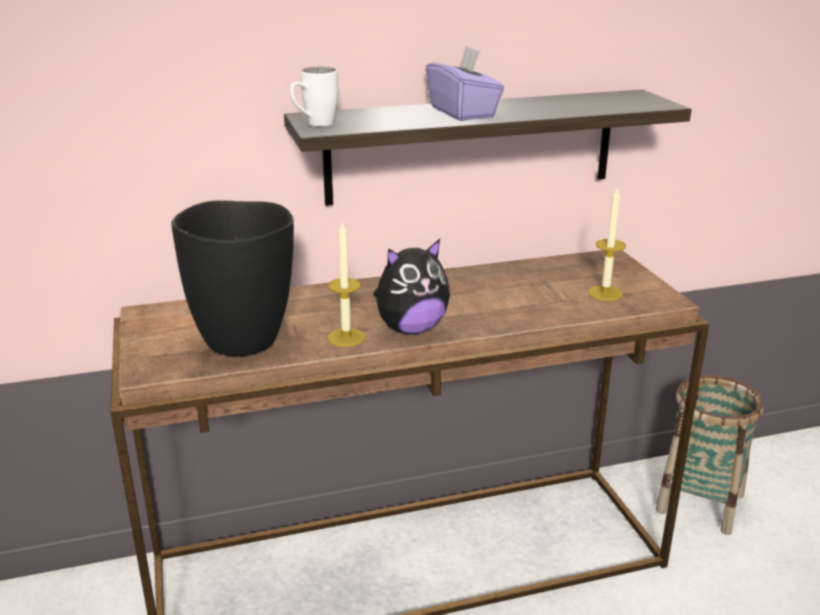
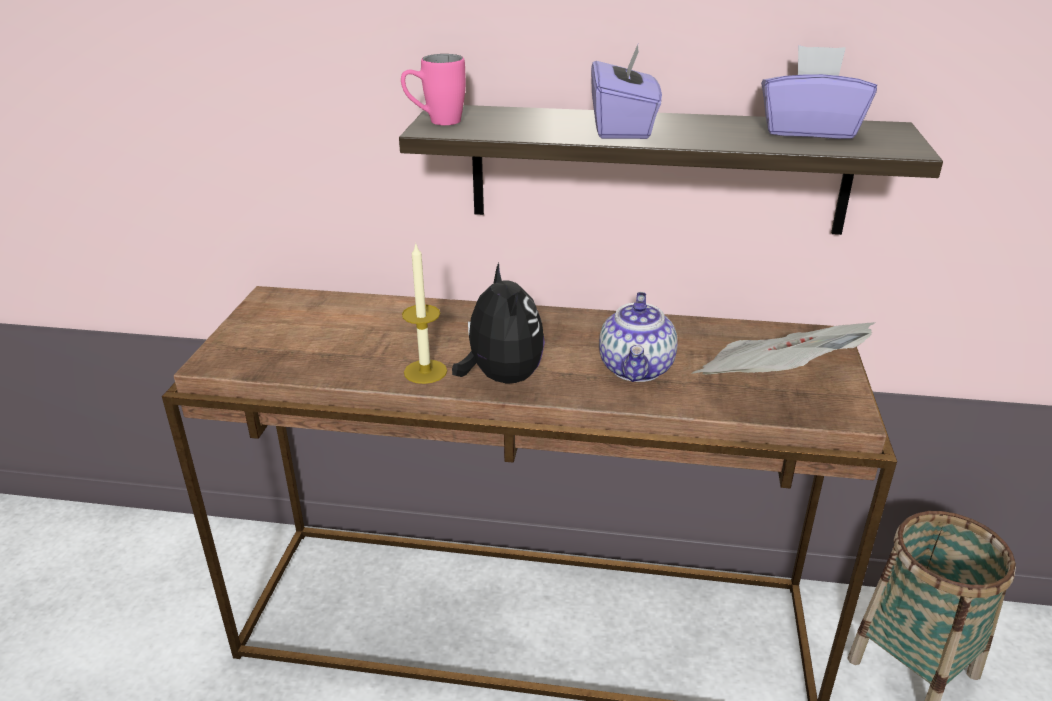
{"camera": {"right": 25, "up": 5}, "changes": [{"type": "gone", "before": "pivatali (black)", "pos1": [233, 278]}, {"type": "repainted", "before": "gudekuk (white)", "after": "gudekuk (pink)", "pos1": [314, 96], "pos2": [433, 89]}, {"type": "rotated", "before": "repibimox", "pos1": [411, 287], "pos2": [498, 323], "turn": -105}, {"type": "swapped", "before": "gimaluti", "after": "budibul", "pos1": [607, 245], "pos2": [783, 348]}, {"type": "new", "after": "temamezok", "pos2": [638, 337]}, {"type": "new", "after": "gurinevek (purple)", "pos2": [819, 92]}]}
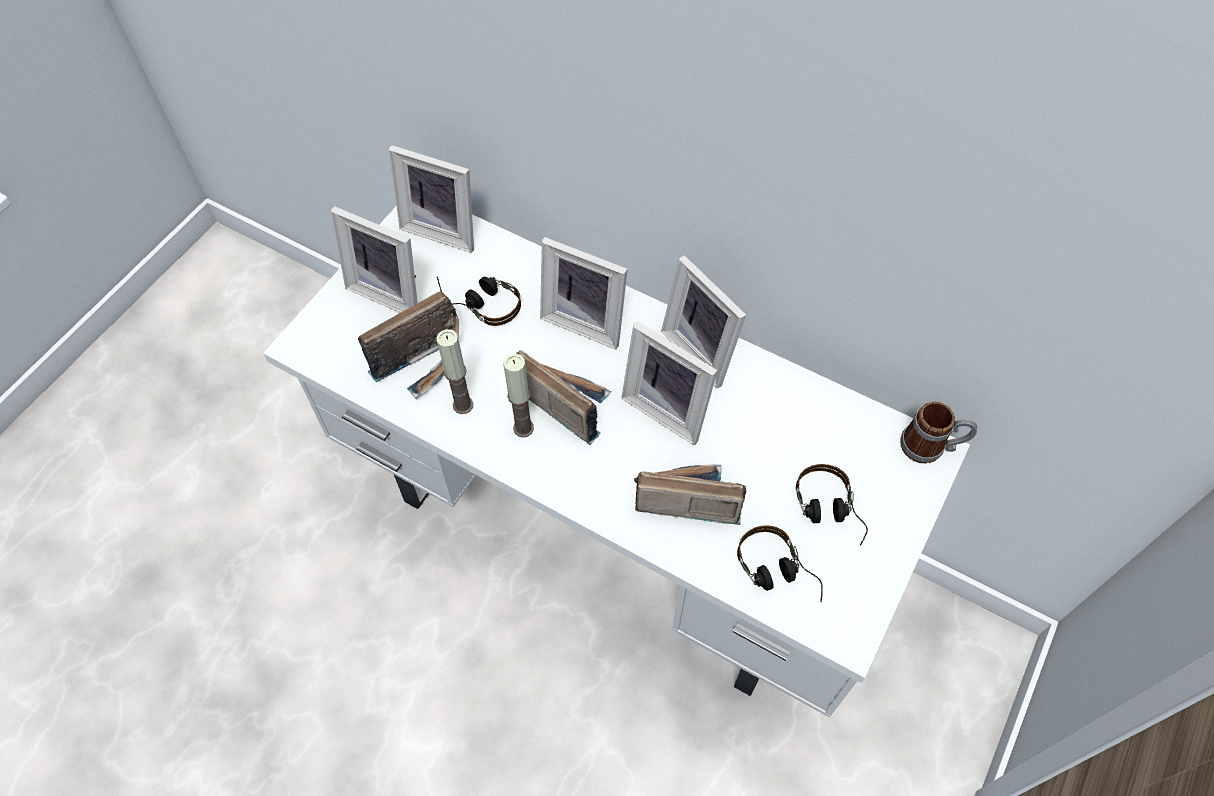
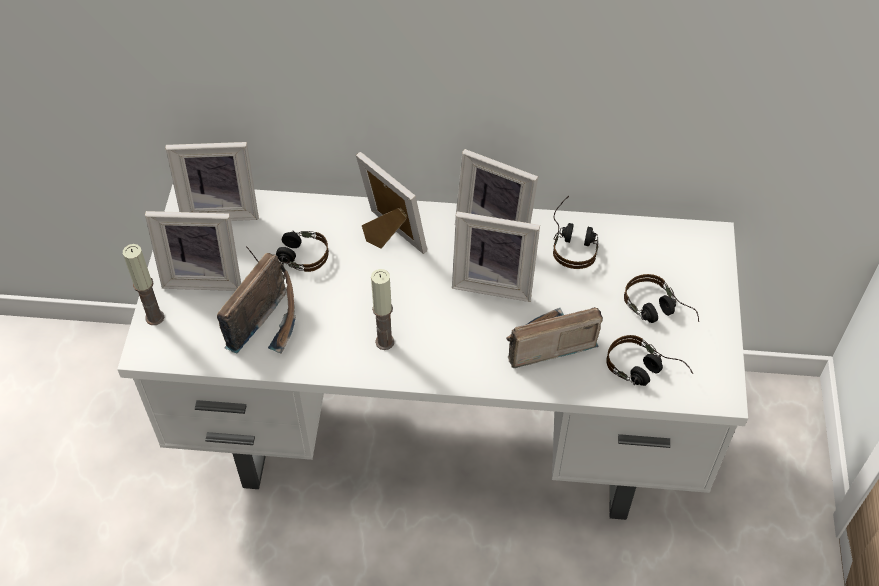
{"camera": {"right": -25, "up": -5}, "changes": [{"type": "shifted", "before": "gimaluti", "pos1": [455, 371], "pos2": [143, 284]}, {"type": "gone", "before": "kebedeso", "pos1": [563, 397]}, {"type": "rotated", "before": "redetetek", "pos1": [584, 293], "pos2": [391, 203], "turn": -135}, {"type": "gone", "before": "gudekuk", "pos1": [938, 433]}, {"type": "new", "after": "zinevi", "pos2": [575, 232]}]}
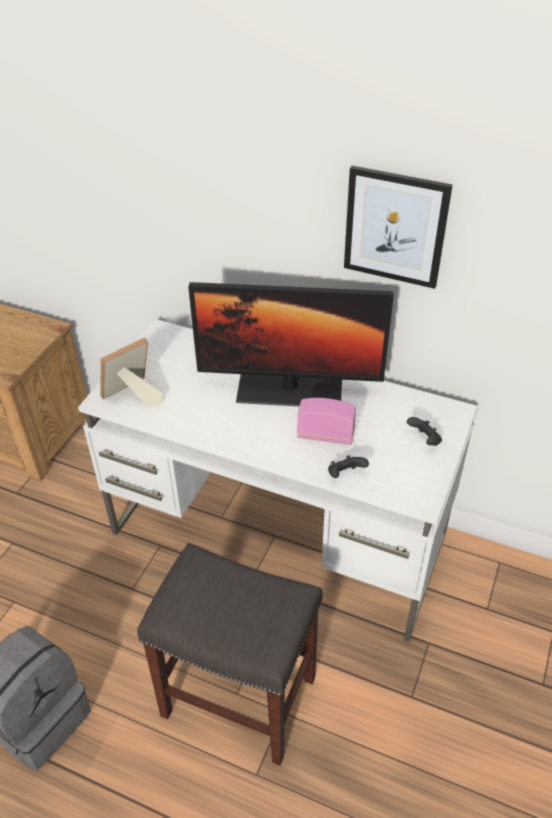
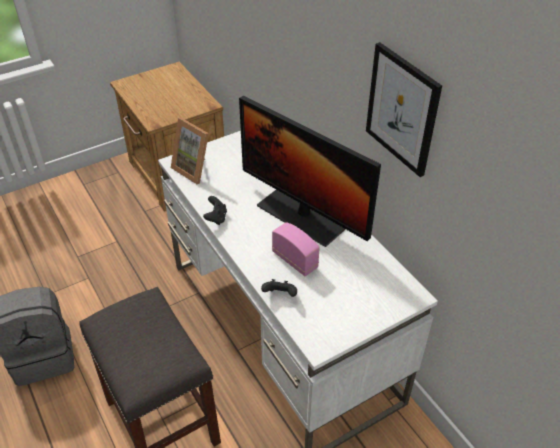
{"camera": {"right": 35, "up": 0}, "changes": [{"type": "rotated", "before": "redetetek", "pos1": [131, 372], "pos2": [190, 151], "turn": -135}, {"type": "shifted", "before": "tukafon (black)", "pos1": [424, 431], "pos2": [215, 210]}]}
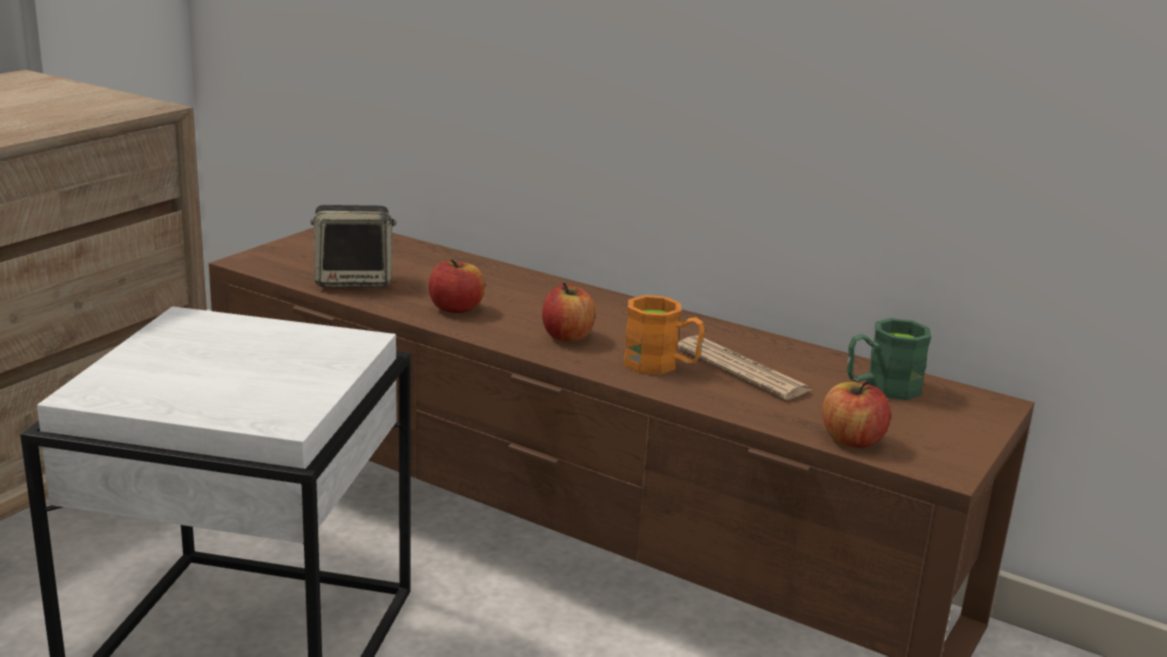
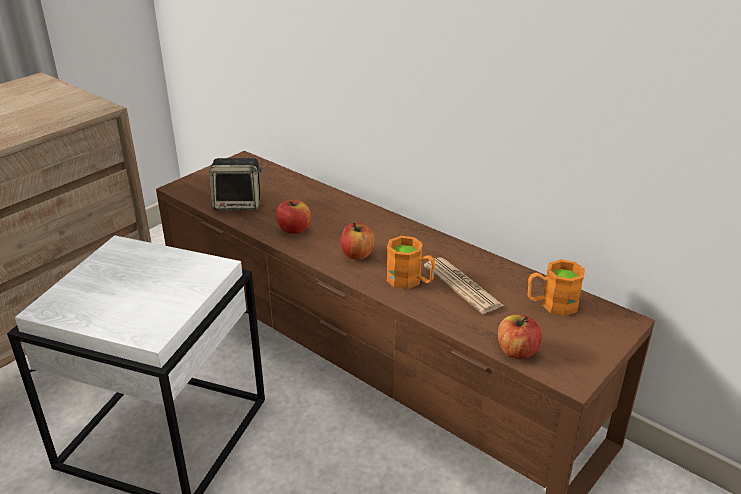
{"camera": {"right": 10, "up": 10}, "changes": [{"type": "repainted", "before": "gudekuk (green)", "after": "gudekuk (orange)", "pos1": [889, 359], "pos2": [556, 287]}]}
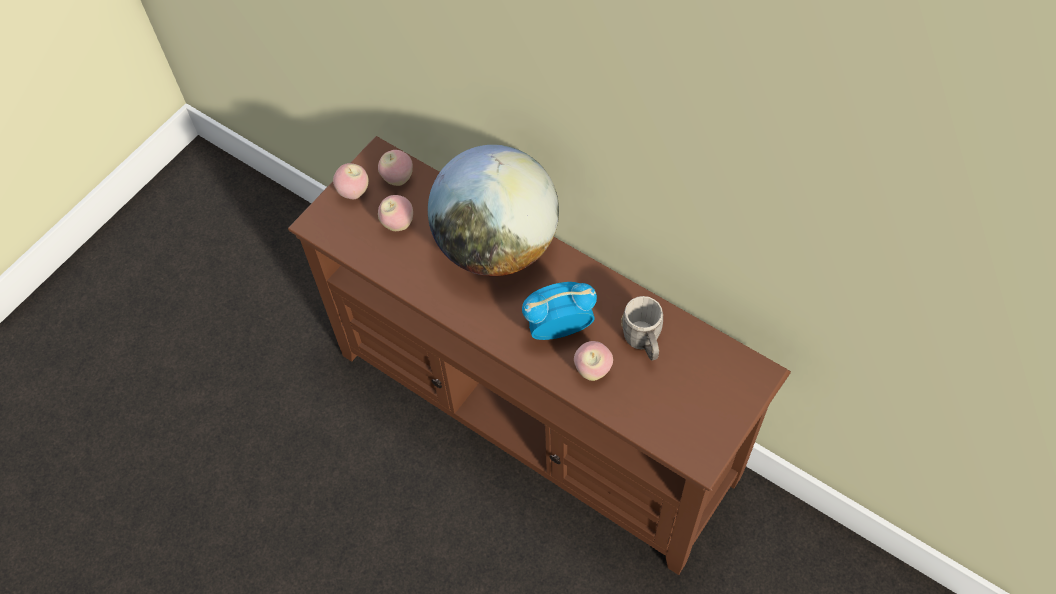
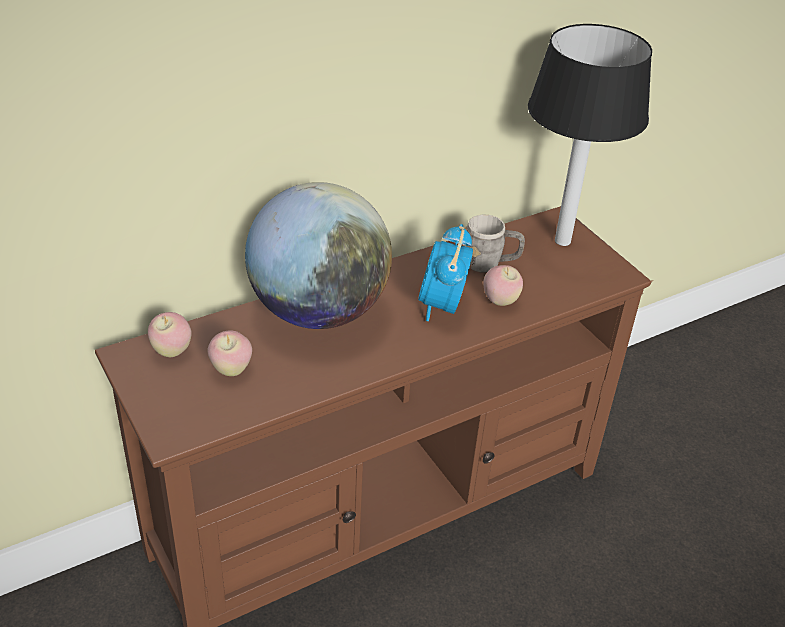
{"camera": {"right": -70, "up": -20}, "changes": [{"type": "gone", "before": "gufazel", "pos1": [351, 181]}, {"type": "new", "after": "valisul", "pos2": [590, 135]}]}
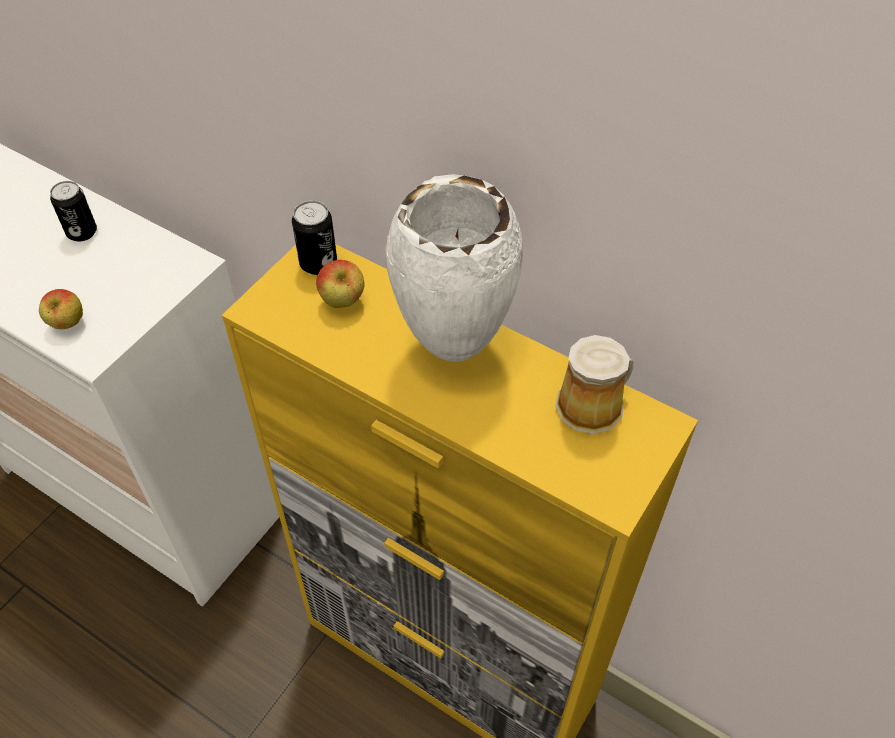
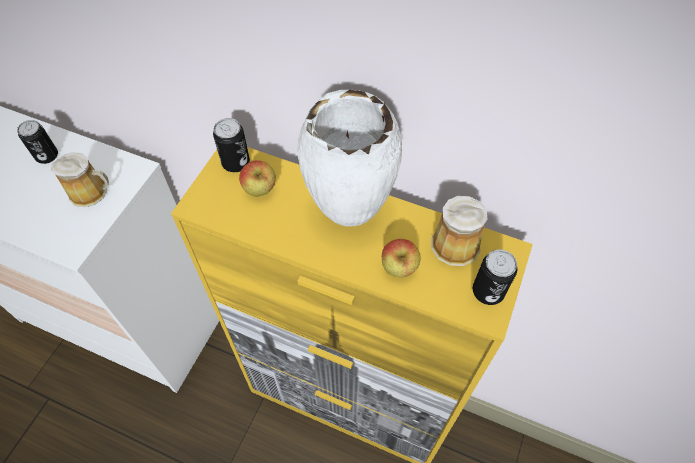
{"camera": {"right": -10, "up": 5}, "changes": [{"type": "shifted", "before": "gufazel", "pos1": [61, 309], "pos2": [401, 258]}, {"type": "new", "after": "gudekuk", "pos2": [80, 179]}, {"type": "new", "after": "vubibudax", "pos2": [495, 277]}]}
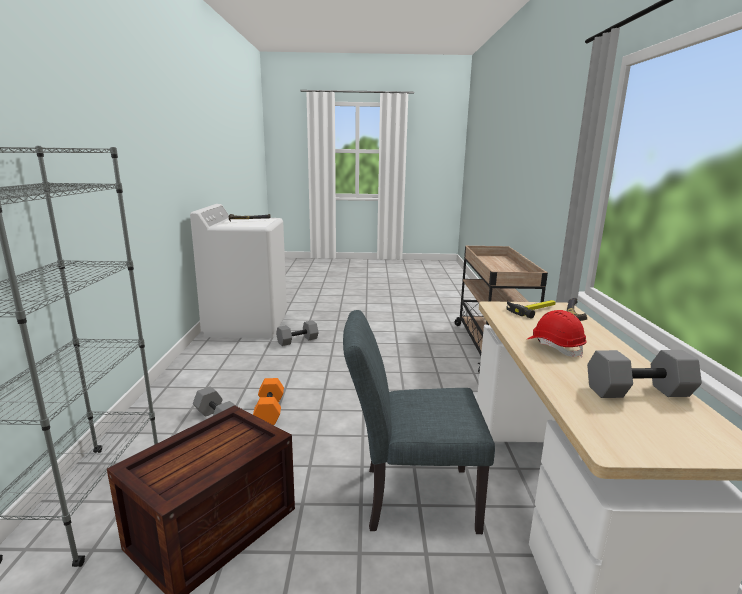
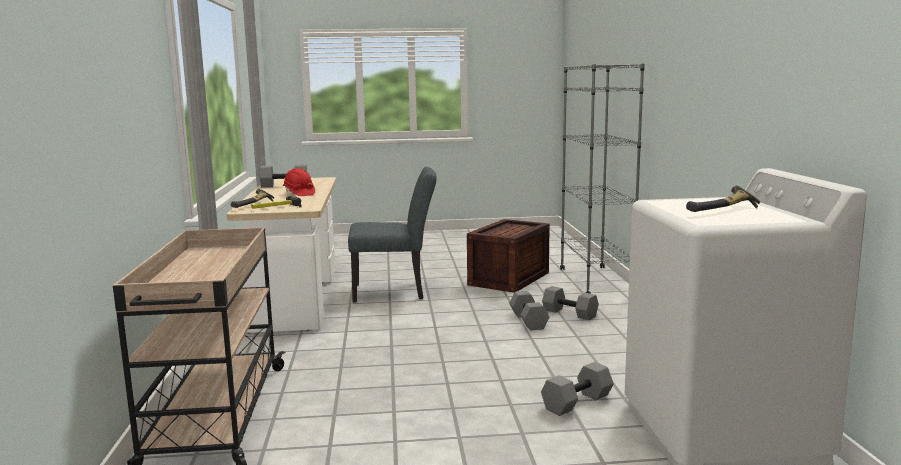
{"camera": {"right": 175, "up": -5}, "changes": [{"type": "repainted", "before": "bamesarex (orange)", "after": "bamesarex (grey)", "pos1": [268, 401], "pos2": [529, 310]}]}
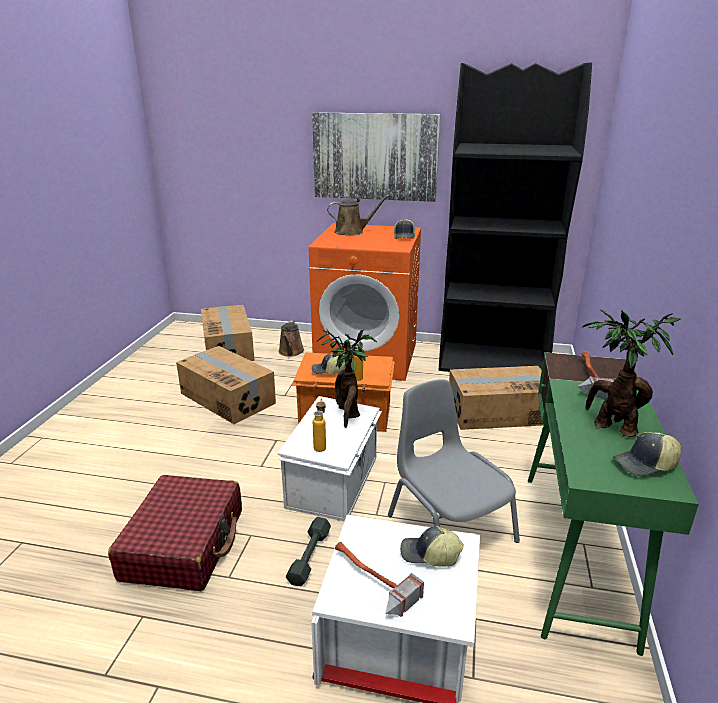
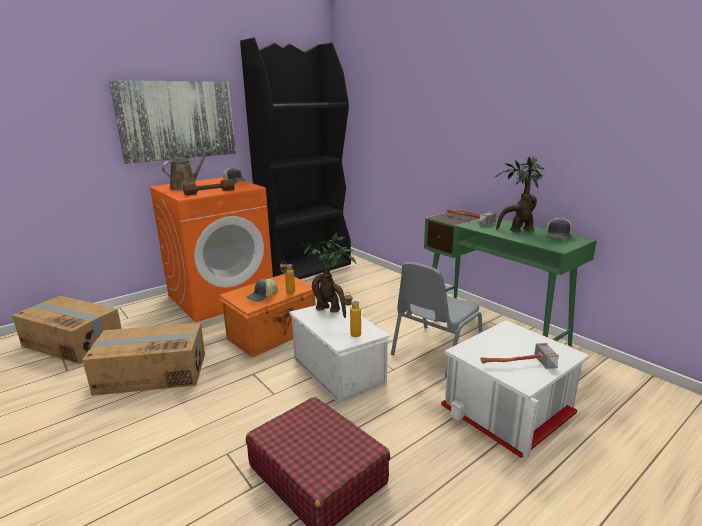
{"camera": {"right": -50, "up": -5}, "changes": [{"type": "gone", "before": "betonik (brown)", "pos1": [291, 338]}, {"type": "gone", "before": "bamesarex (grey)", "pos1": [308, 551]}, {"type": "rotated", "before": "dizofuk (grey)", "pos1": [454, 461], "pos2": [437, 319], "turn": -60}, {"type": "gone", "before": "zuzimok", "pos1": [432, 546]}, {"type": "gone", "before": "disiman", "pos1": [496, 398]}, {"type": "new", "after": "bamesarex (brown)", "pos2": [209, 187]}]}
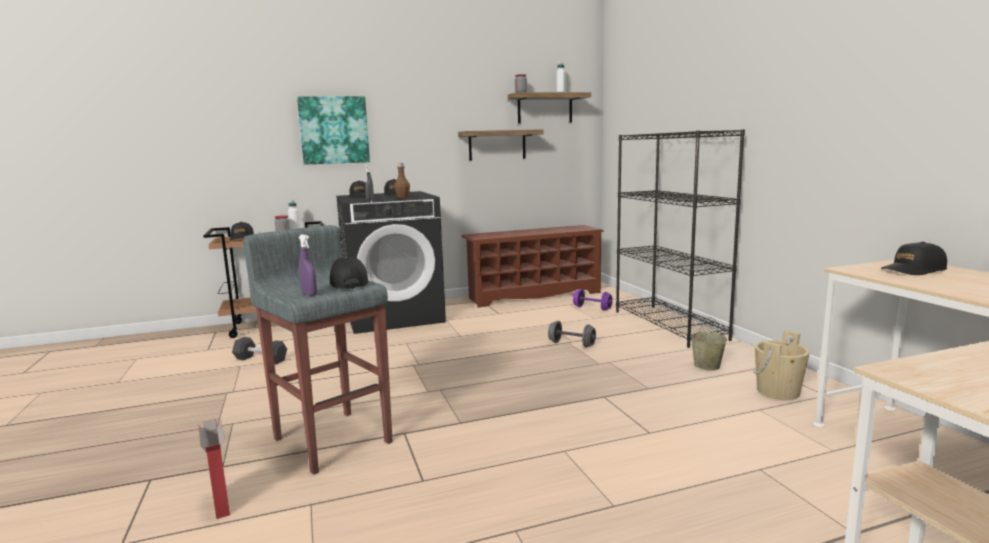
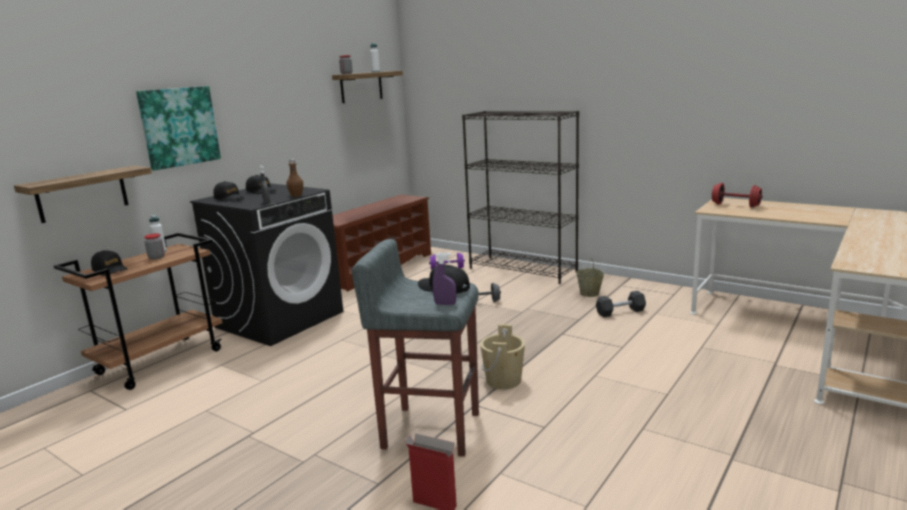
{"camera": {"right": -35, "up": 5}, "changes": [{"type": "shifted", "before": "bamesarex (grey)", "pos1": [259, 350], "pos2": [621, 304]}, {"type": "shifted", "before": "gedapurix", "pos1": [500, 145], "pos2": [83, 194]}, {"type": "shifted", "before": "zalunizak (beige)", "pos1": [781, 365], "pos2": [502, 356]}, {"type": "swapped", "before": "zuzimok (black)", "after": "bamesarex (red)", "pos1": [914, 258], "pos2": [737, 195]}]}
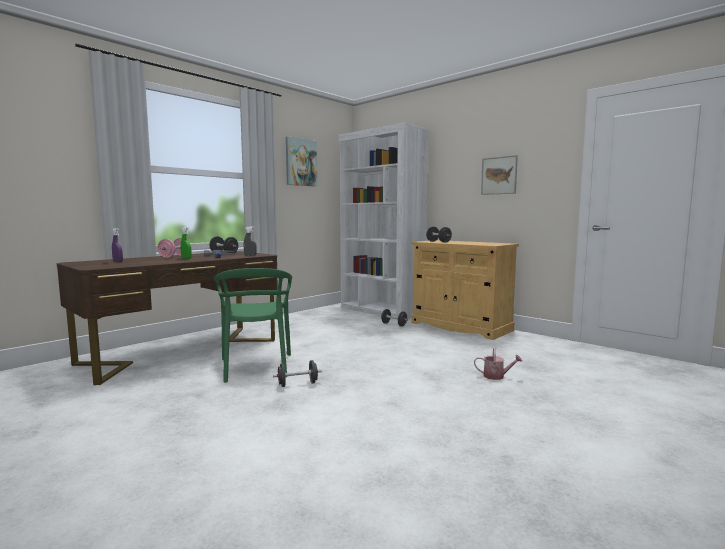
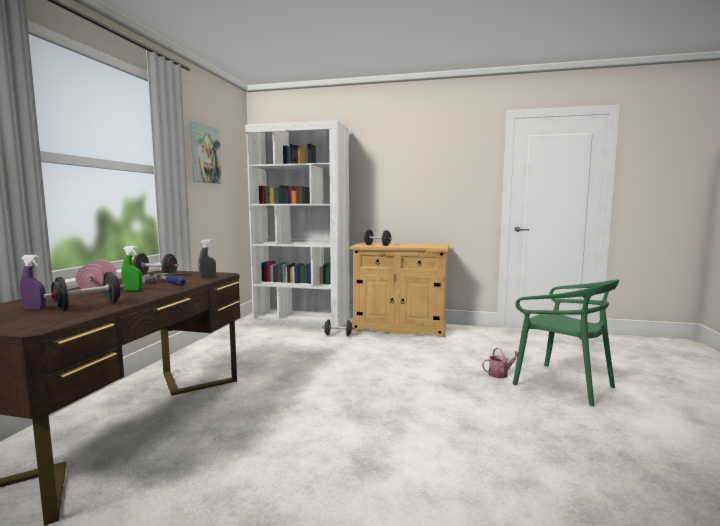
{"camera": {"right": -30, "up": 0}, "changes": [{"type": "shifted", "before": "dizofuk (green)", "pos1": [253, 325], "pos2": [566, 342]}, {"type": "shifted", "before": "bamesarex (black)", "pos1": [297, 373], "pos2": [84, 291]}, {"type": "gone", "before": "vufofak", "pos1": [499, 175]}]}
